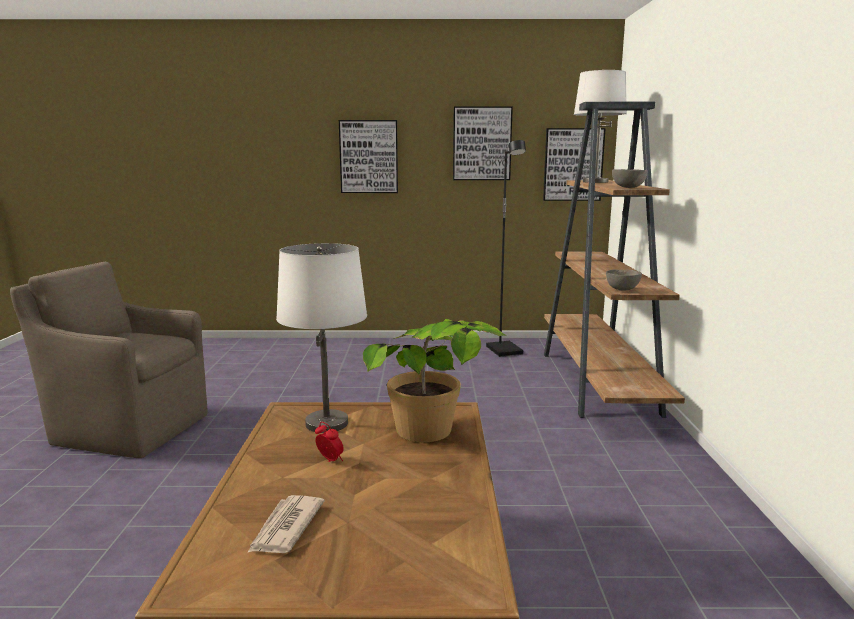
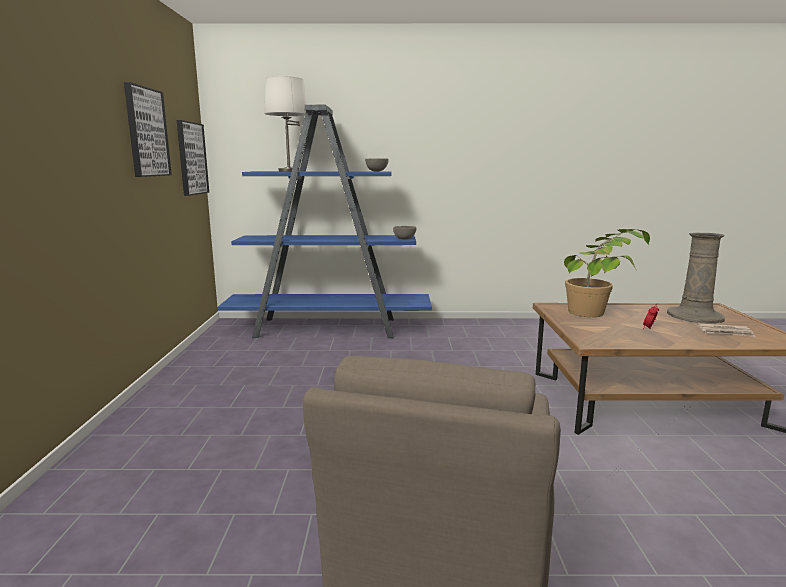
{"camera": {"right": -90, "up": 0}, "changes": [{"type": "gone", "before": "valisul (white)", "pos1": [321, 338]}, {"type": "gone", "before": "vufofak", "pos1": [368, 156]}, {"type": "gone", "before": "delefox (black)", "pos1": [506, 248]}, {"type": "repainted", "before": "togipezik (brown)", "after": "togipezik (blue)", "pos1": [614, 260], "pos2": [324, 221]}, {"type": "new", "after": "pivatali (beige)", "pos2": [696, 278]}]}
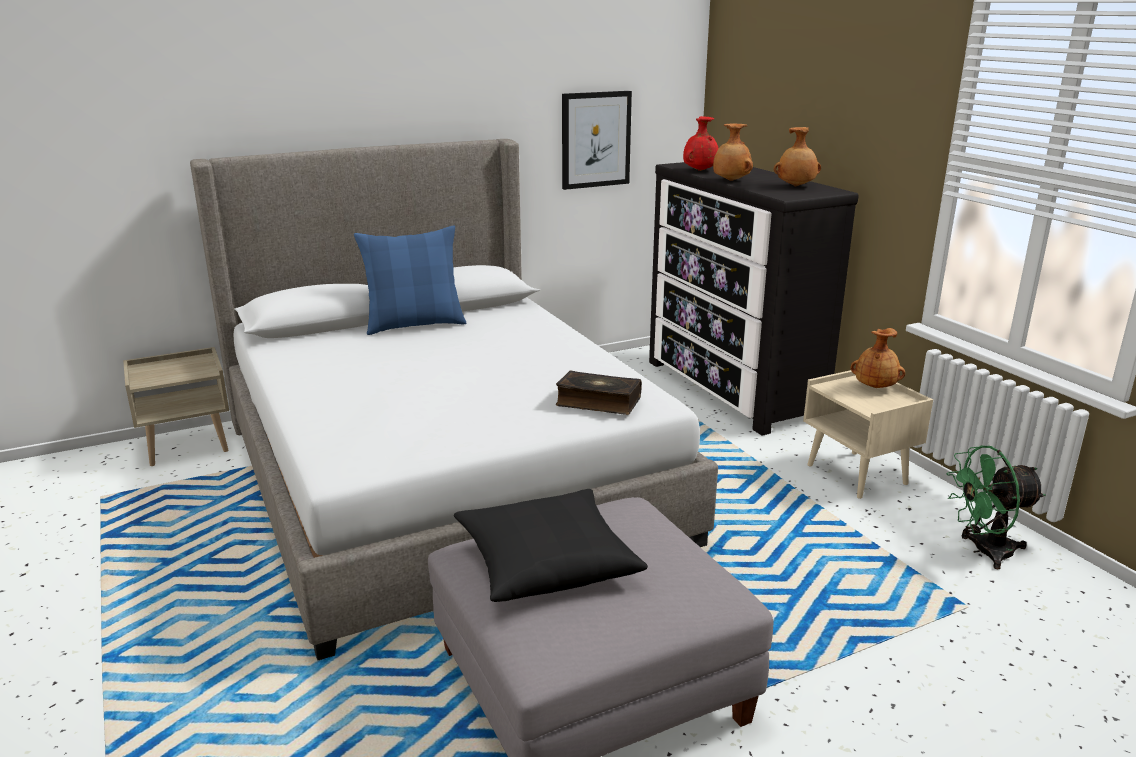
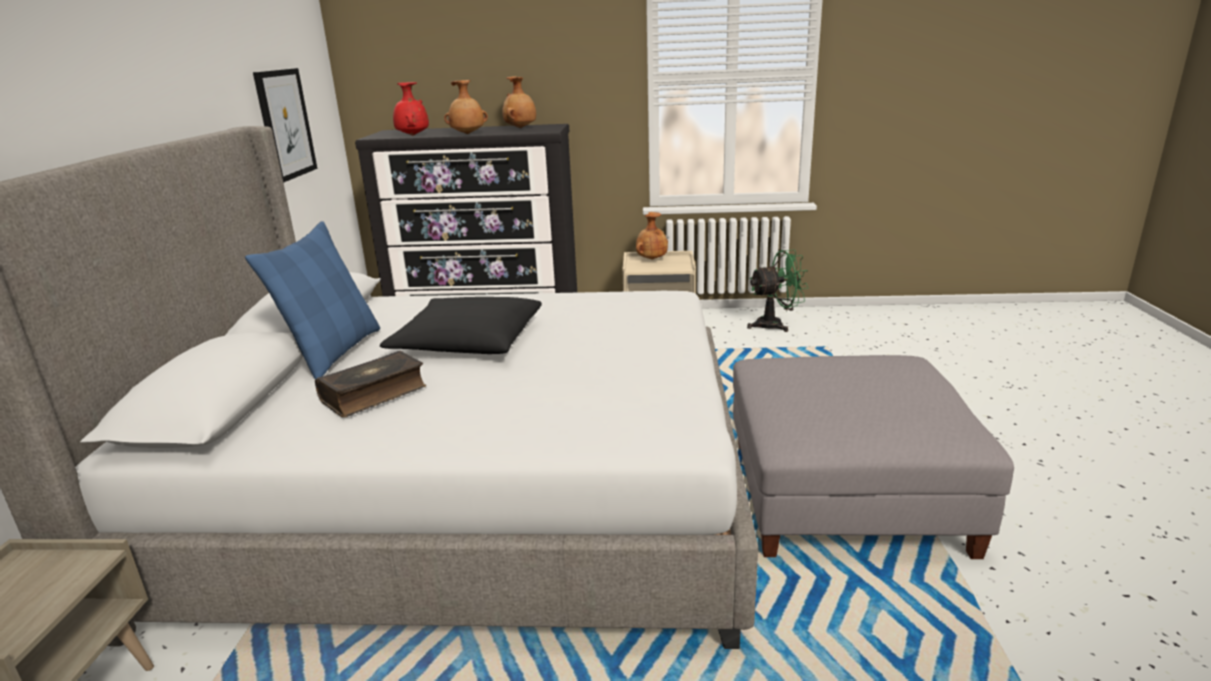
{"camera": {"right": -60, "up": 0}, "changes": [{"type": "shifted", "before": "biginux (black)", "pos1": [551, 545], "pos2": [461, 325]}, {"type": "shifted", "before": "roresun", "pos1": [599, 392], "pos2": [370, 384]}, {"type": "rotated", "before": "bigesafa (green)", "pos1": [996, 507], "pos2": [778, 291], "turn": -120}]}
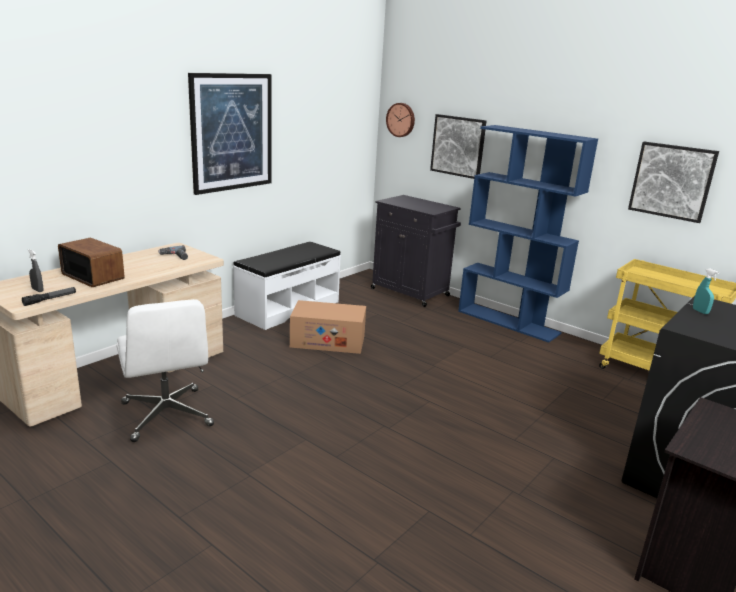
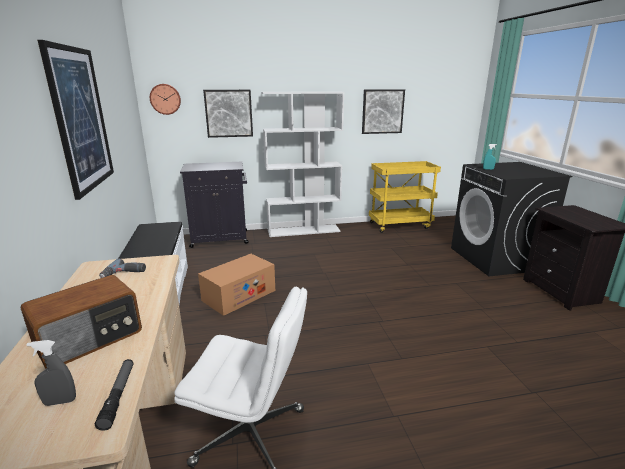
{"camera": {"right": -50, "up": 0}, "changes": [{"type": "rotated", "before": "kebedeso", "pos1": [91, 262], "pos2": [81, 322], "turn": 150}, {"type": "repainted", "before": "togipezik (blue)", "after": "togipezik (white)", "pos1": [528, 234], "pos2": [302, 164]}]}
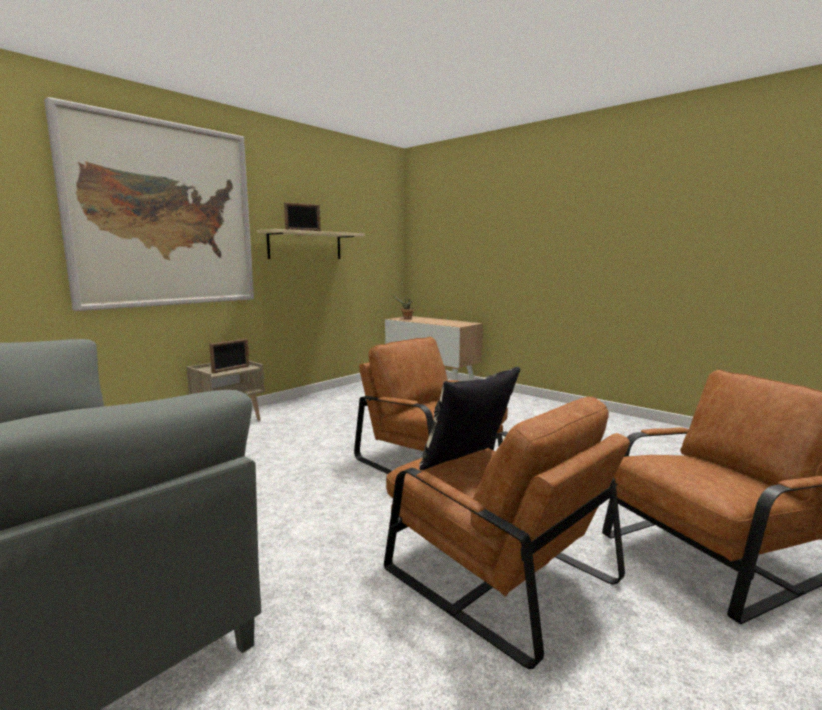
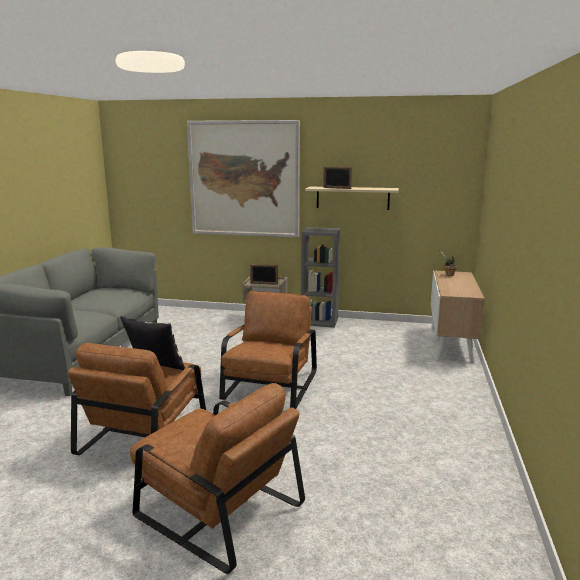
{"camera": {"right": 60, "up": 5}, "changes": [{"type": "new", "after": "togipezik (grey)", "pos2": [321, 277]}]}
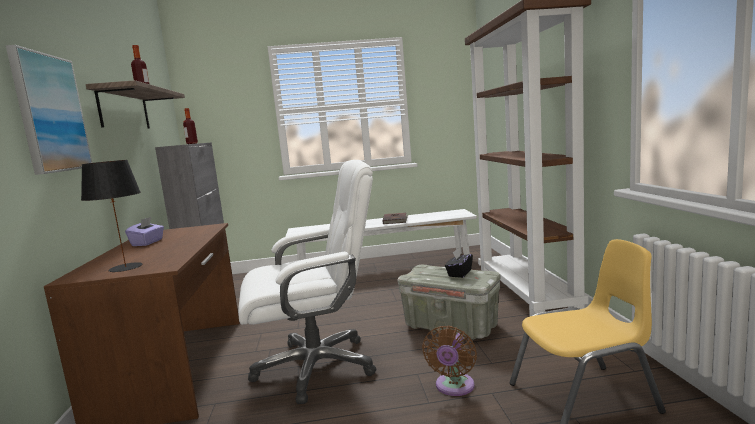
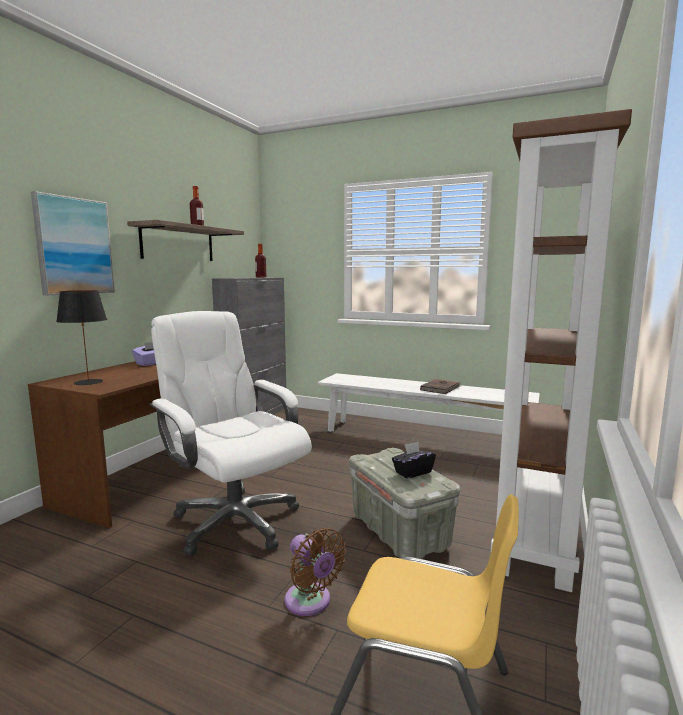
{"camera": {"right": 30, "up": 0}, "changes": [{"type": "rotated", "before": "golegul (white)", "pos1": [307, 282], "pos2": [231, 433], "turn": -150}, {"type": "rotated", "before": "bigesafa (brown)", "pos1": [449, 360], "pos2": [315, 572], "turn": -90}]}
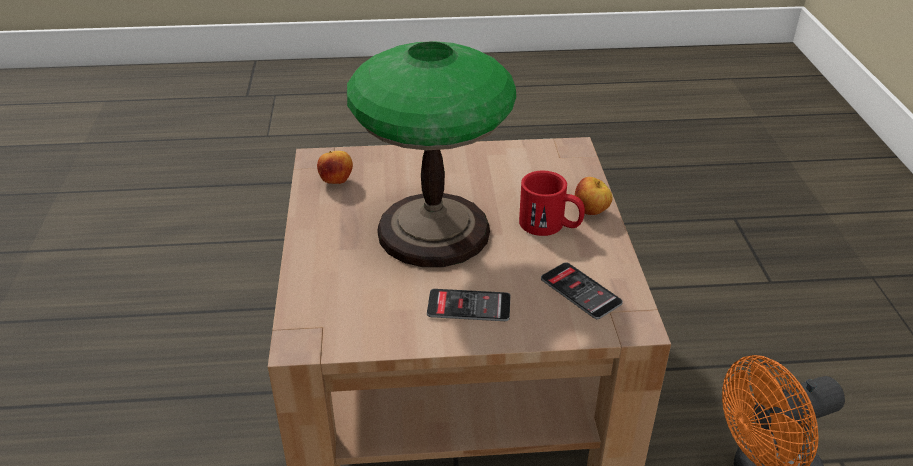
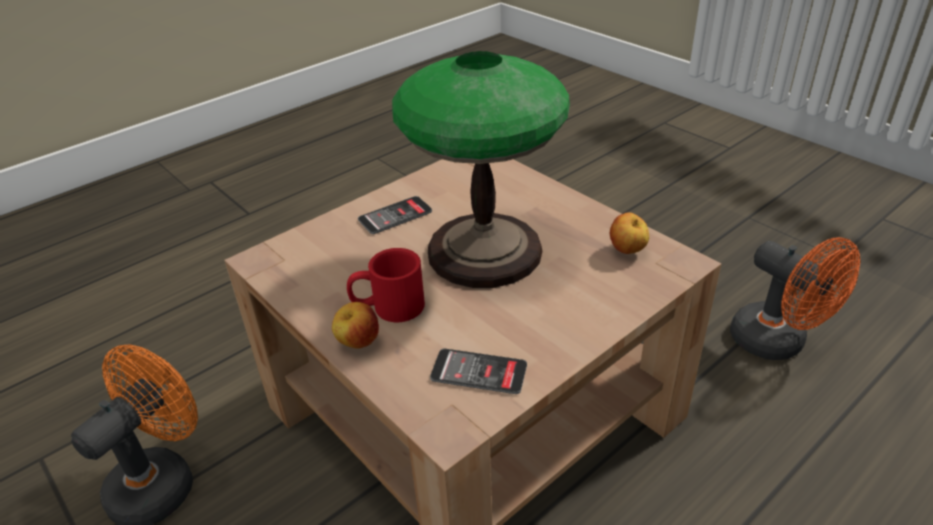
{"camera": {"right": 145, "up": 0}, "changes": [{"type": "shifted", "before": "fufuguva", "pos1": [582, 290], "pos2": [478, 371]}, {"type": "new", "after": "bigesafa (orange)", "pos2": [795, 298]}]}
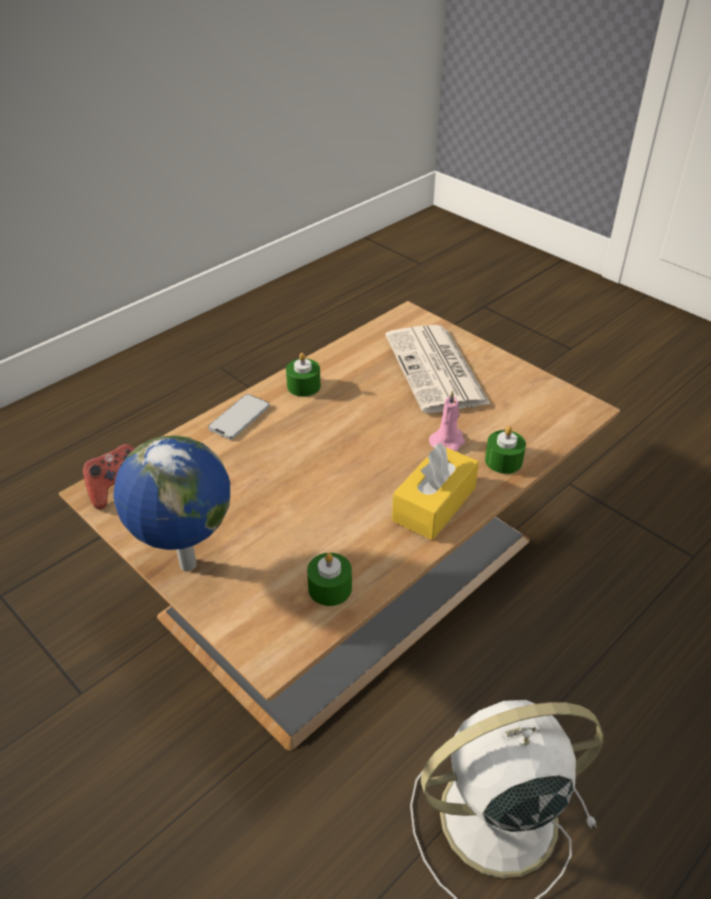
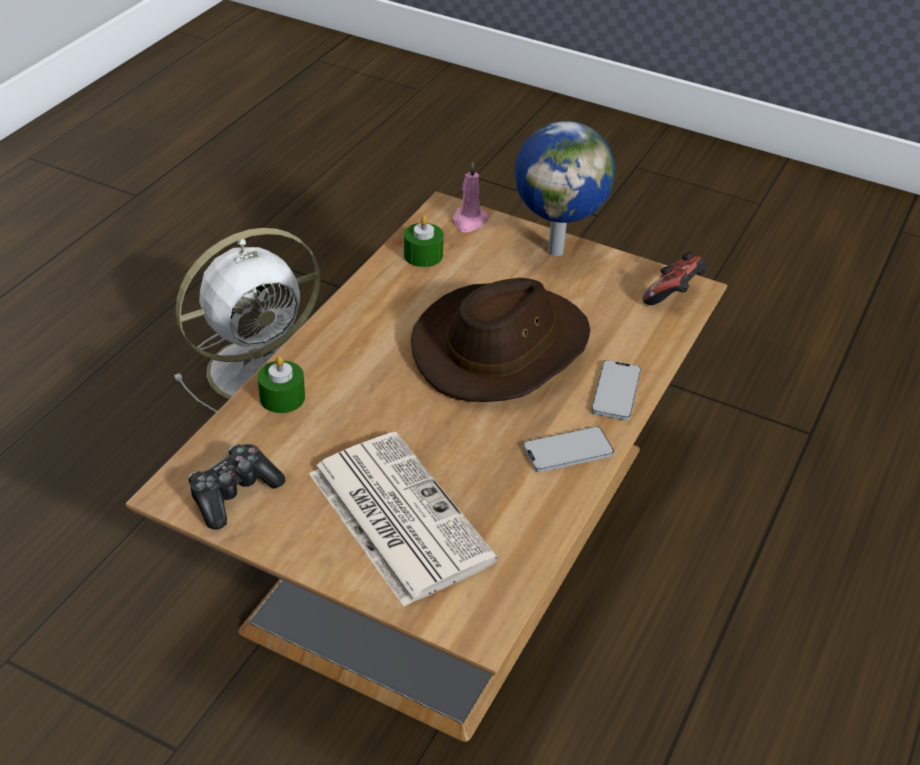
{"camera": {"right": 160, "up": 0}, "changes": [{"type": "swapped", "before": "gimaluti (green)", "after": "fufuguva", "pos1": [303, 375], "pos2": [568, 449]}, {"type": "gone", "before": "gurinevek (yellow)", "pos1": [435, 491]}, {"type": "shifted", "before": "gimaluti (pink)", "pos1": [447, 420], "pos2": [470, 197]}, {"type": "new", "after": "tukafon", "pos2": [236, 487]}, {"type": "new", "after": "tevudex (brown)", "pos2": [500, 340]}]}
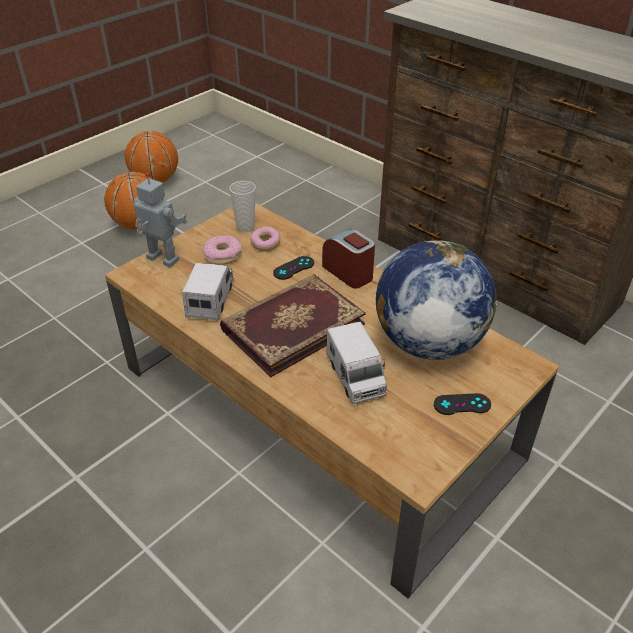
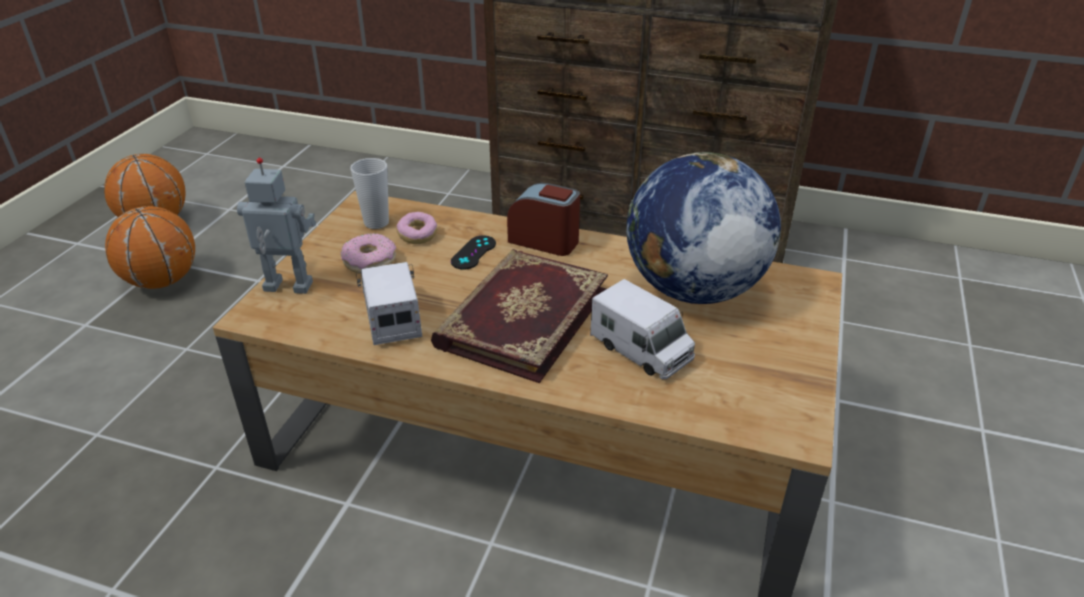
{"camera": {"right": -25, "up": -5}, "changes": [{"type": "gone", "before": "tukafon (black)", "pos1": [462, 404]}]}
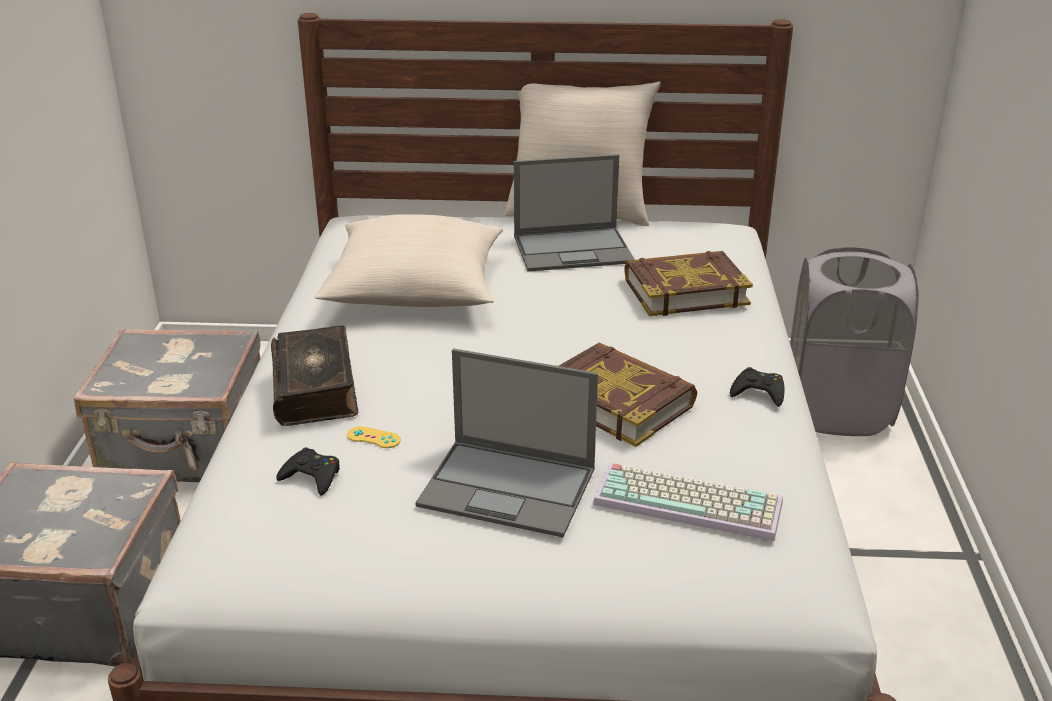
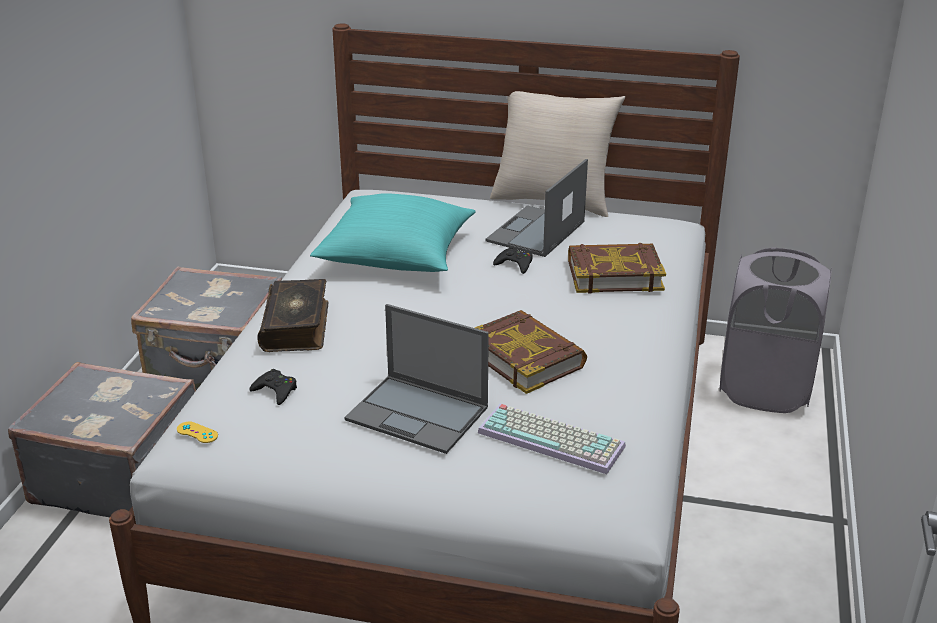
{"camera": {"right": 10, "up": 0}, "changes": [{"type": "repainted", "before": "biginux (beige)", "after": "biginux (turquoise)", "pos1": [409, 260], "pos2": [393, 232]}, {"type": "shifted", "before": "tukafon (yellow)", "pos1": [374, 437], "pos2": [197, 432]}, {"type": "rotated", "before": "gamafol", "pos1": [574, 213], "pos2": [537, 208], "turn": 120}, {"type": "shifted", "before": "tukafon (black)", "pos1": [757, 387], "pos2": [513, 260]}]}
